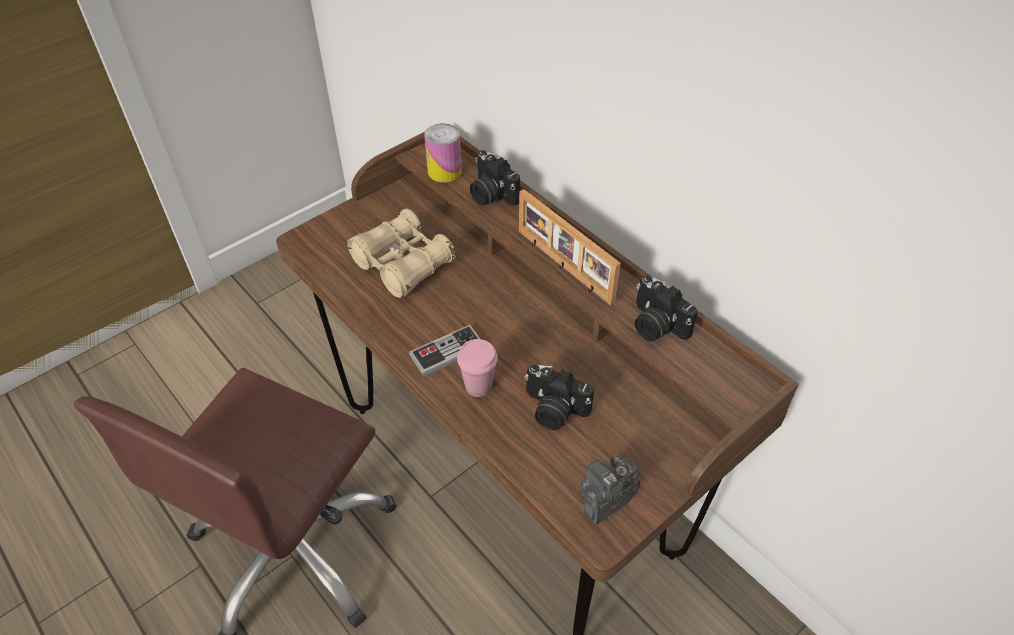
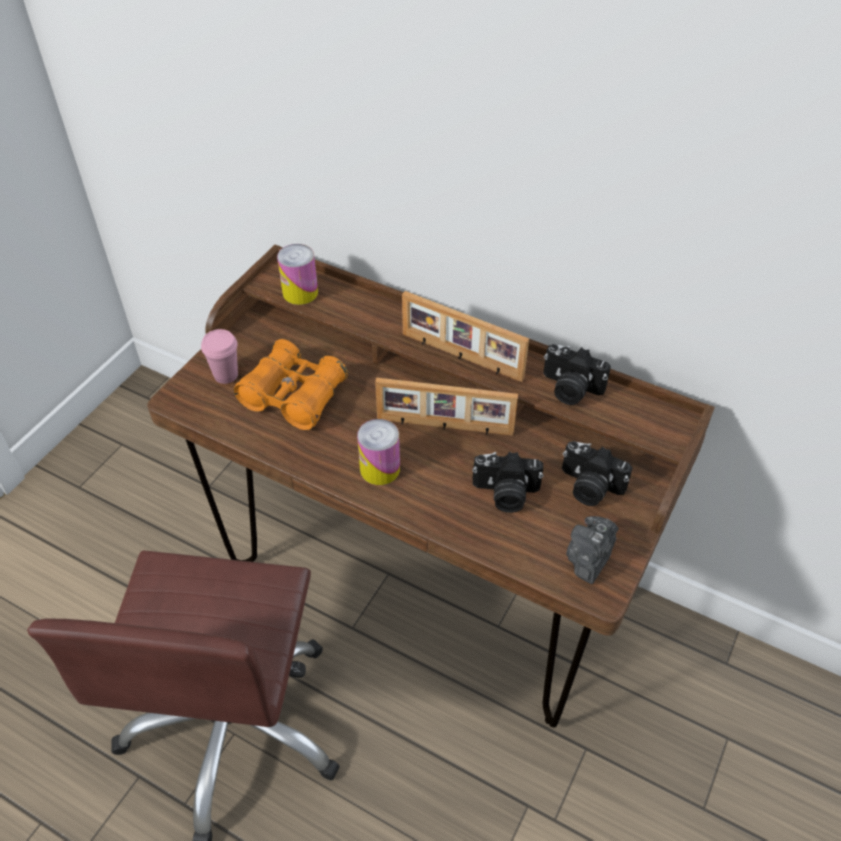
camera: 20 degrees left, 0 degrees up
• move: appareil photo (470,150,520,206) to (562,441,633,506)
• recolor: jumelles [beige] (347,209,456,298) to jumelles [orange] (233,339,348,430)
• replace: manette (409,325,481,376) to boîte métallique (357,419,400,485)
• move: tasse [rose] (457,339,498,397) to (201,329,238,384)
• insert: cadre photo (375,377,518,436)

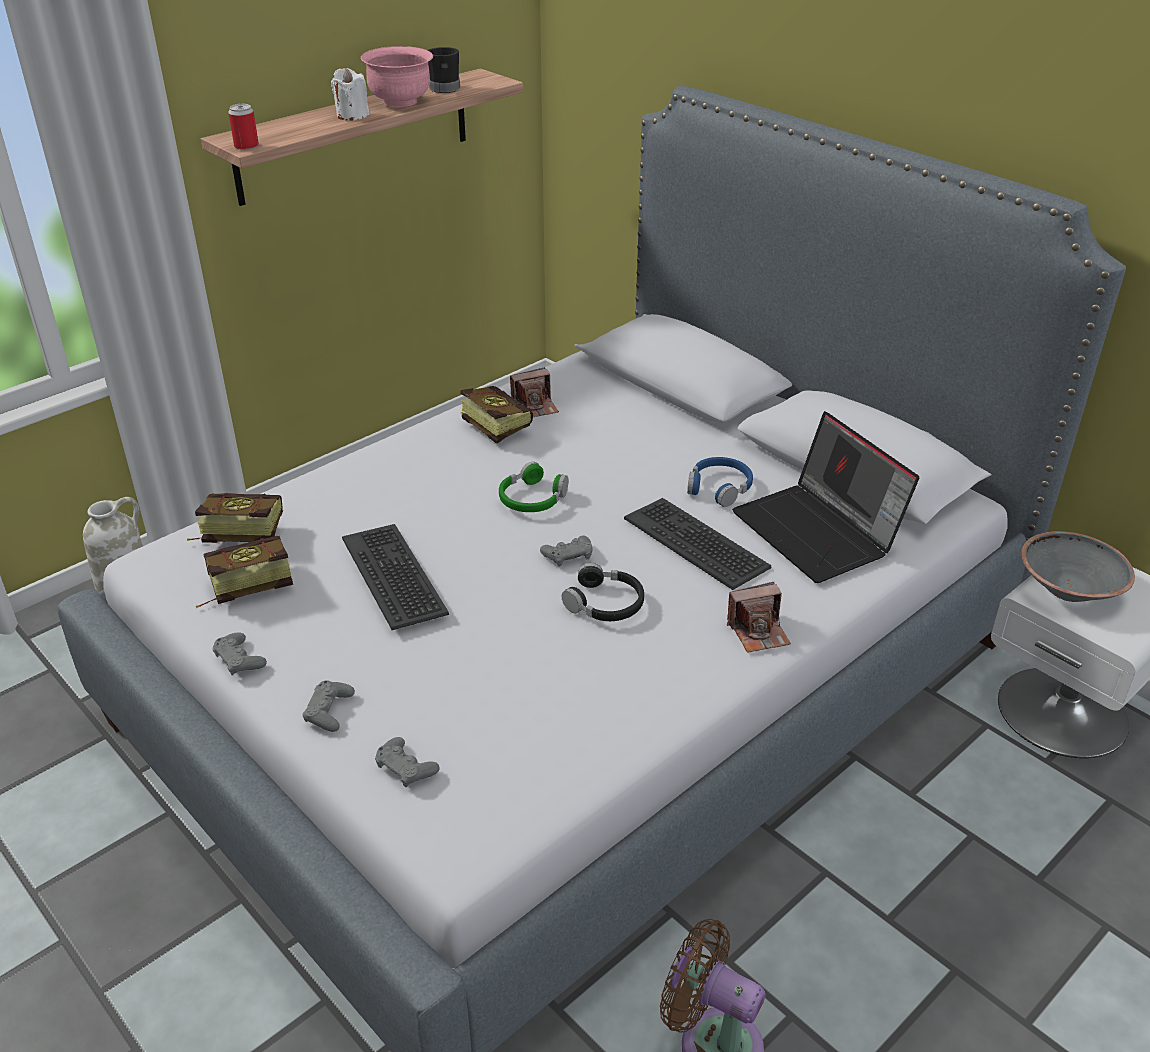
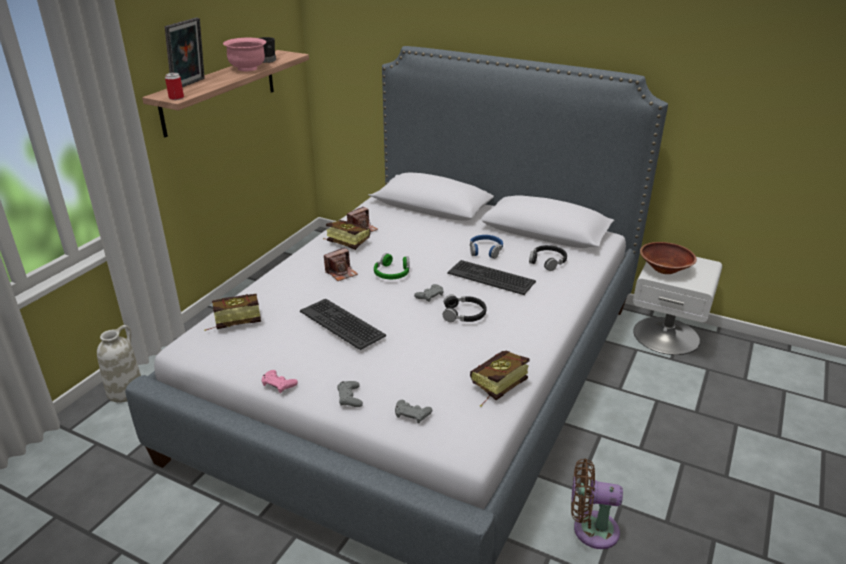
camera: 20 degrees left, 5 degrees down
• delete: bougie [blanc] (331,68,370,120)
• replace: ordinateur portable (732,411,919,583) to casque audio [noir] (529,245,567,271)
• recolor: bol [gris] (1021,531,1135,602) to bol [marron] (640,242,697,274)
• move: livre (196,536,293,608) to (470,350,530,407)
• move: appareil photo (727,582,791,653) to (324,248,358,281)
• recolor: manette [gris] (212,632,267,675) to manette [rose] (262,370,298,393)
• insert: cadre photo (165,17,205,87)

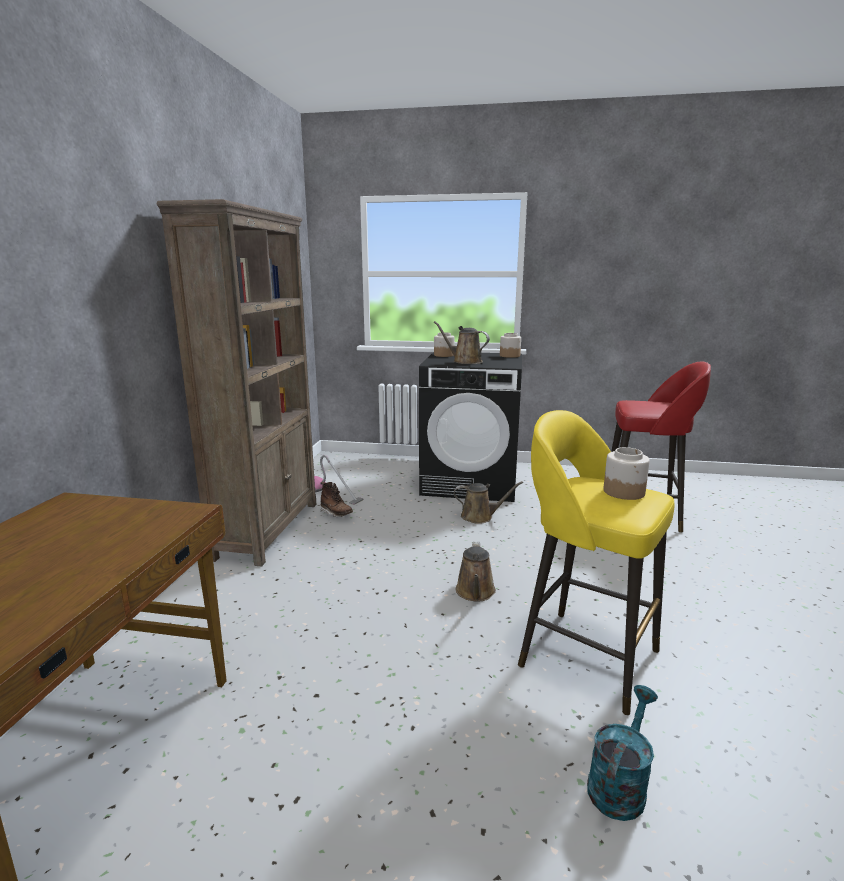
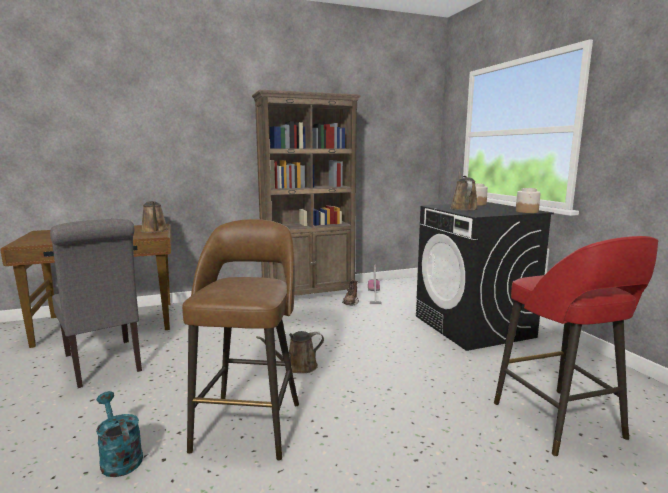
camera: 60 degrees right, 5 degrees down
• recolor: tabouret [jaune] (518,410,674,715) to tabouret [marron] (182,219,299,461)
• delete: bocal (604,447,650,500)
• move: arrosoir [marron] (454,481,523,524) to (141,201,168,233)
• rotate: arrosoir [turquoise] (587,685,658,821) = (96,391,143,477) 135 degrees counterclockwise
• insert: chaise [gris] (50,219,142,388)

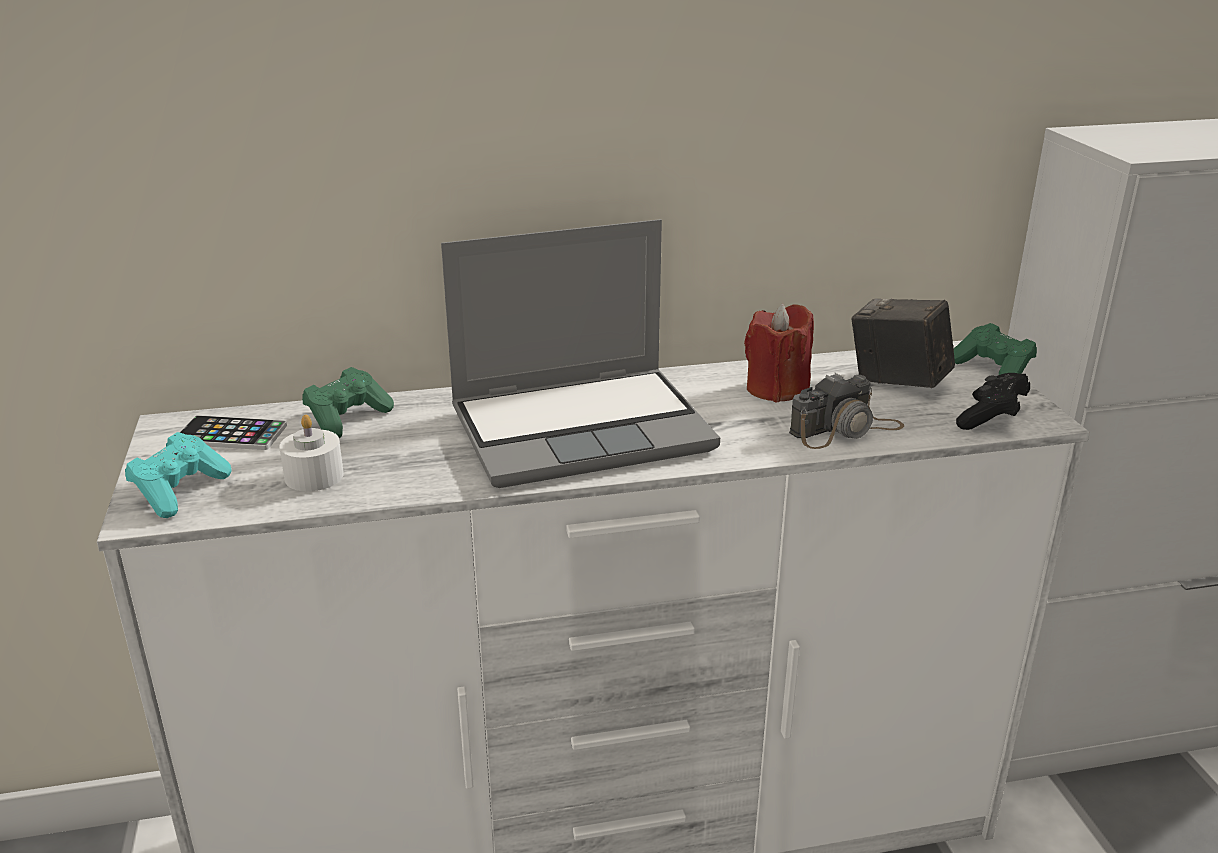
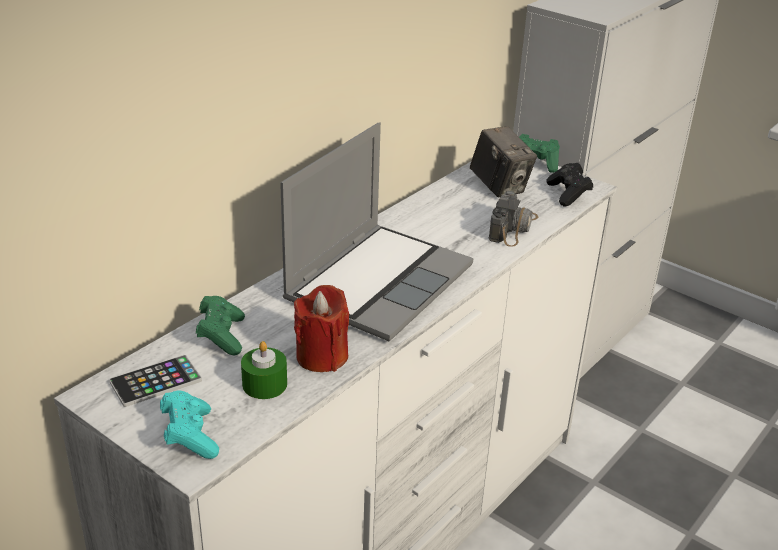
camera: 40 degrees left, 5 degrees up
• rotate: appareil photo (852,298,955,388) = (470,126,537,198) 120 degrees counterclockwise
• move: bougie [rouge] (744,304,814,403) to (294,285,349,372)
• recolor: bougie [blanc] (279,415,344,491) to bougie [vert] (241,341,287,399)

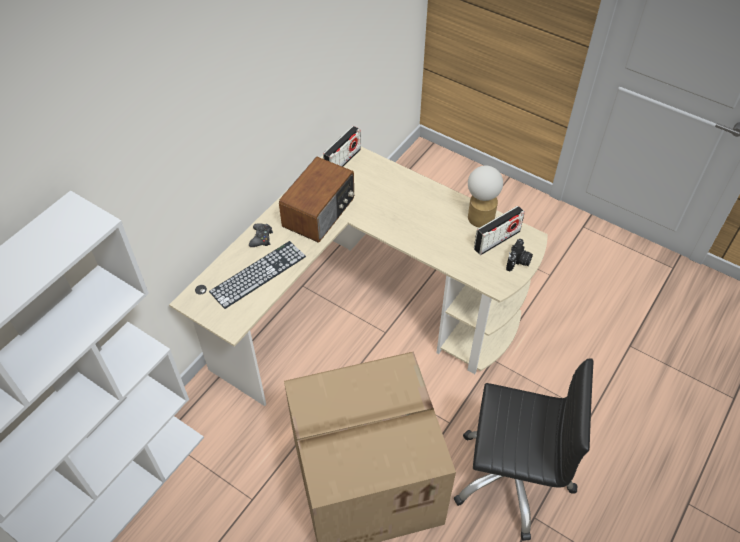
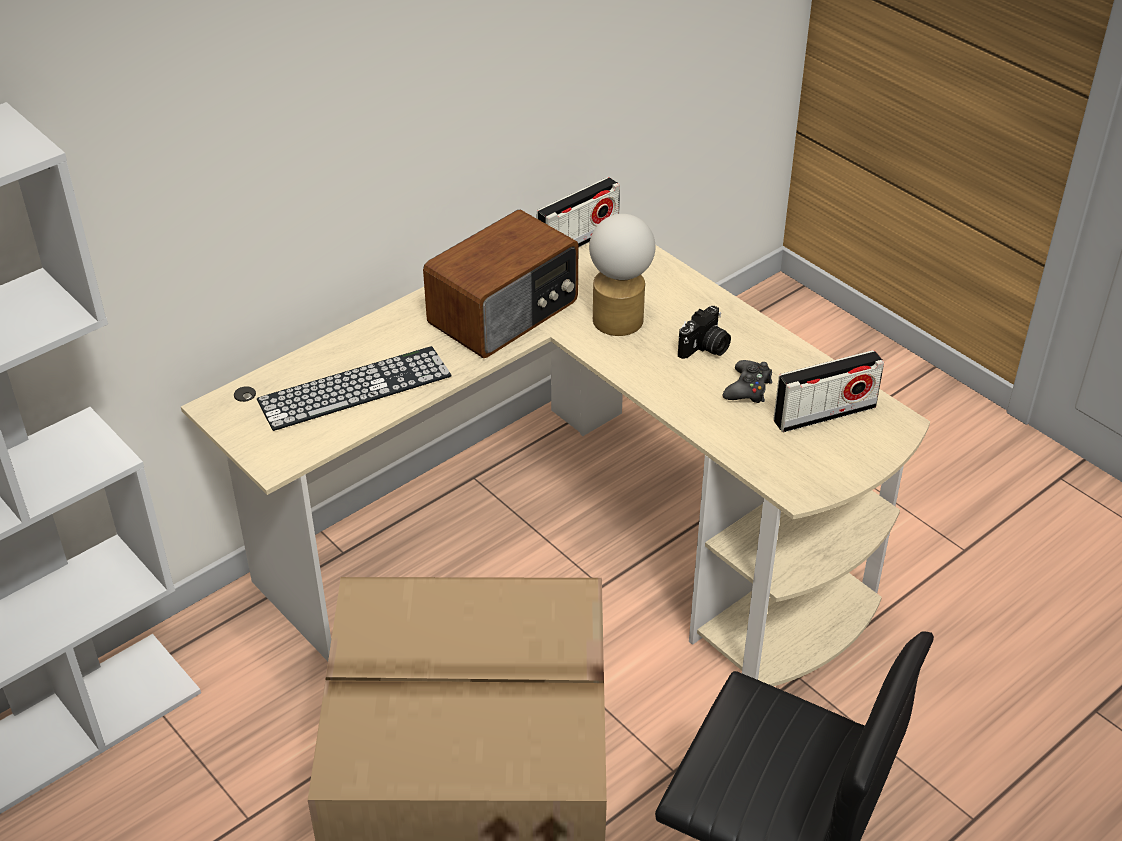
camera: 15 degrees right, 10 degrees down
• move: lampe de table (468,166,503,228) to (589,214,655,336)
• move: manette [noir] (249,223,273,247) to (723,360,772,403)
• move: appareil photo (506,239,533,272) to (678,306,731,359)

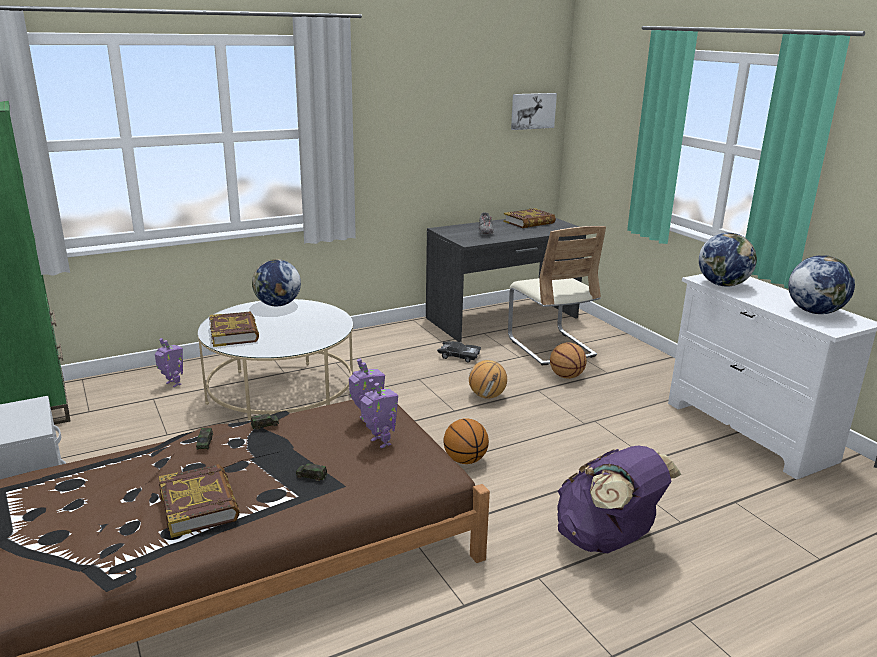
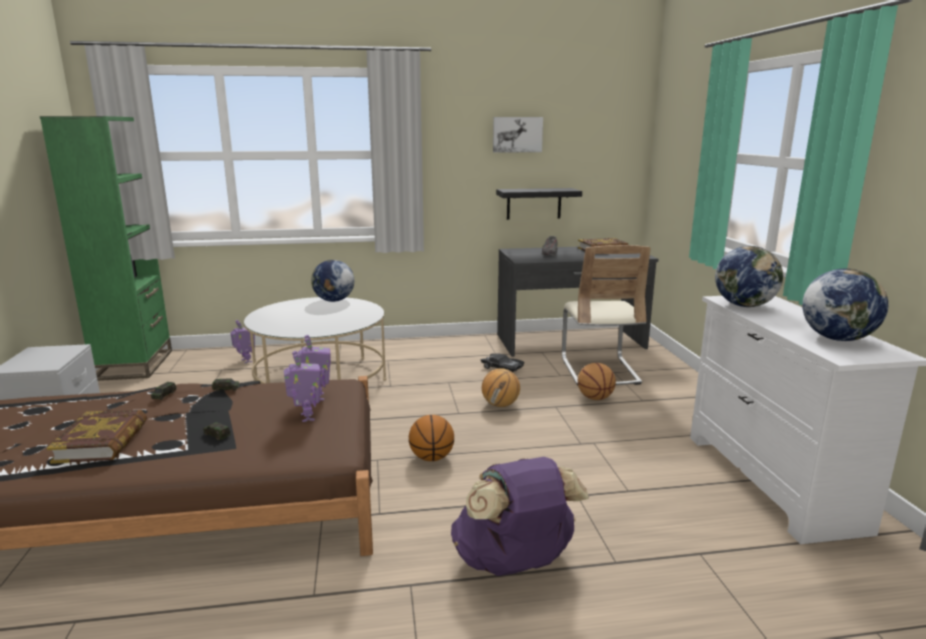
camera: 20 degrees right, 5 degrees down
• move: tableau (511,93,557,130) to (493,117,543,153)
• delete: livre (209,312,259,347)
• insert: étagère [noir] (496,188,582,220)

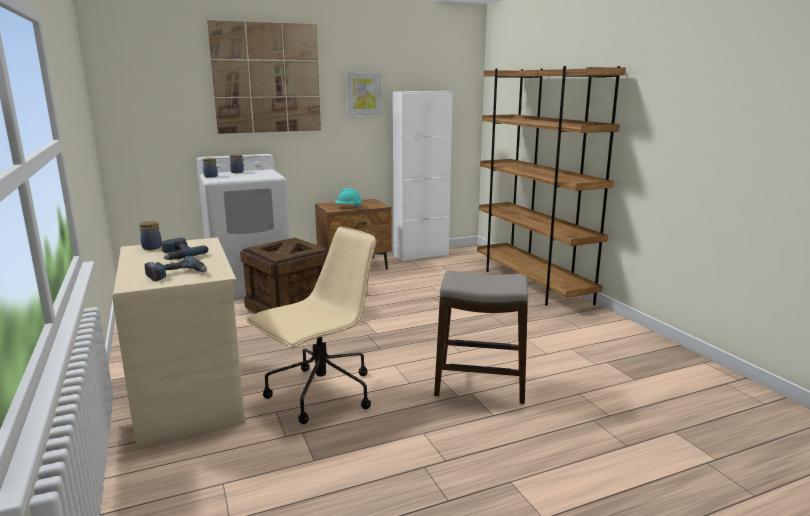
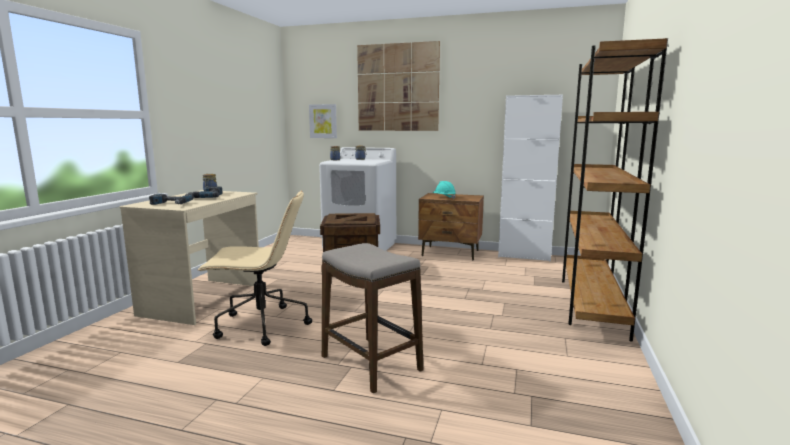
camera: 40 degrees right, 5 degrees down
• move: tableau (346,73,381,115) to (309,104,337,138)

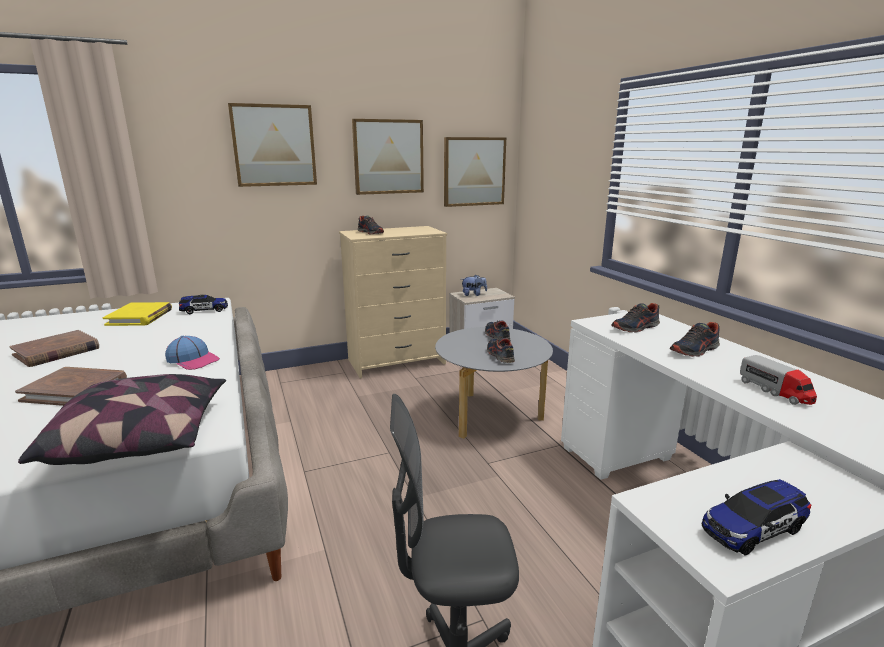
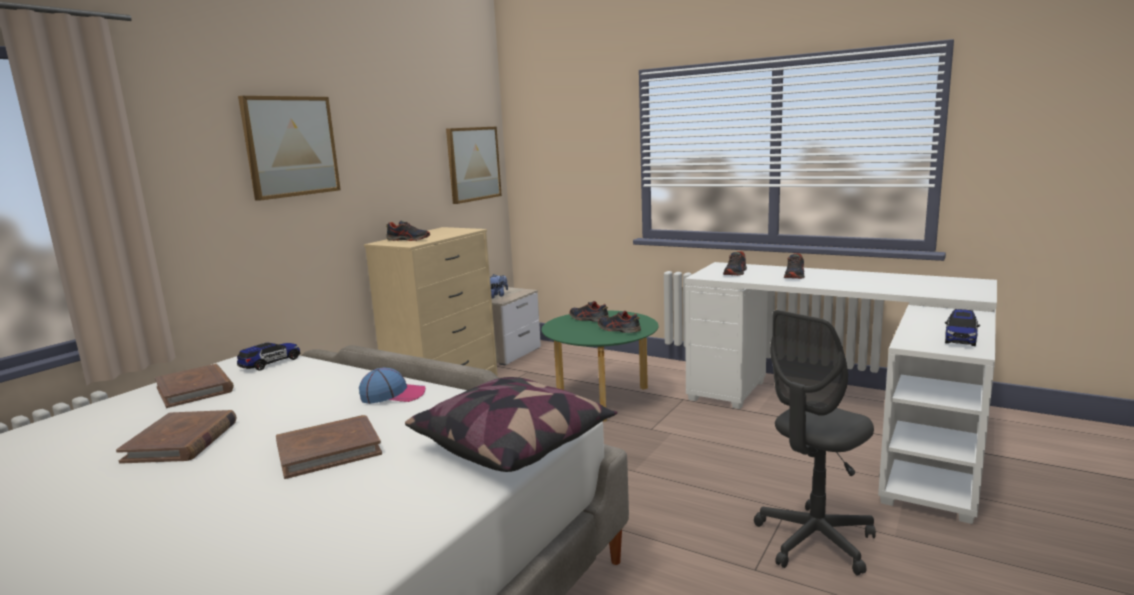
camera: 35 degrees left, 5 degrees down
• delete: tableau (352,119,424,195)
• recolor: livre [jaune] (103,302,172,326) to livre [marron] (155,364,234,408)
• recolor: table basse [gris] (435,327,553,439) to table basse [vert] (542,310,658,422)
• delete: camion jouet (740,355,817,405)

